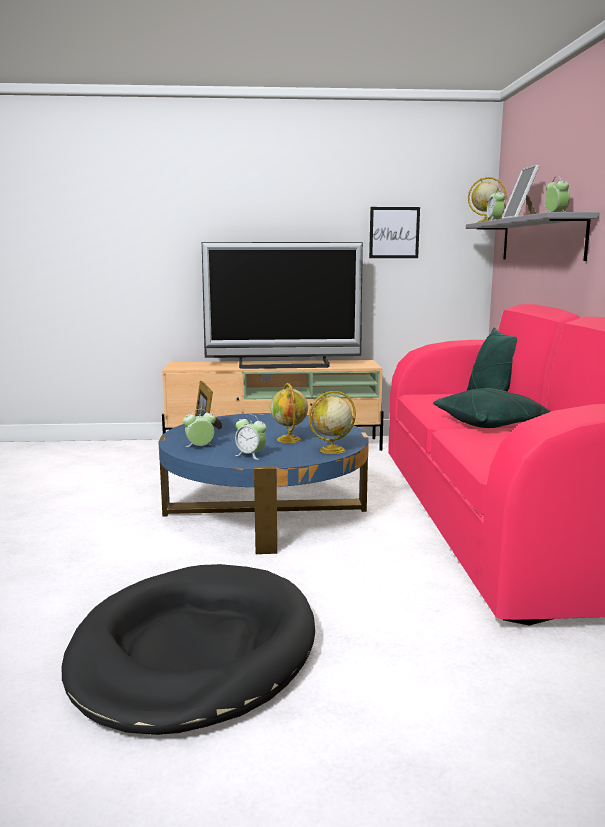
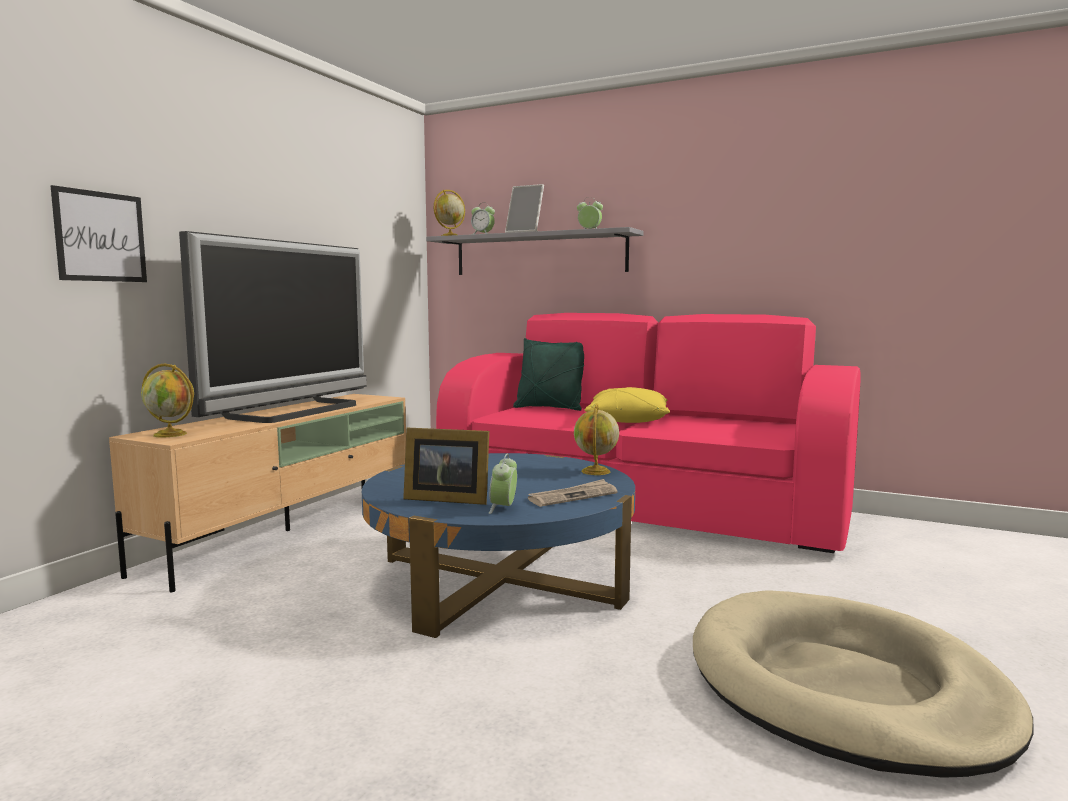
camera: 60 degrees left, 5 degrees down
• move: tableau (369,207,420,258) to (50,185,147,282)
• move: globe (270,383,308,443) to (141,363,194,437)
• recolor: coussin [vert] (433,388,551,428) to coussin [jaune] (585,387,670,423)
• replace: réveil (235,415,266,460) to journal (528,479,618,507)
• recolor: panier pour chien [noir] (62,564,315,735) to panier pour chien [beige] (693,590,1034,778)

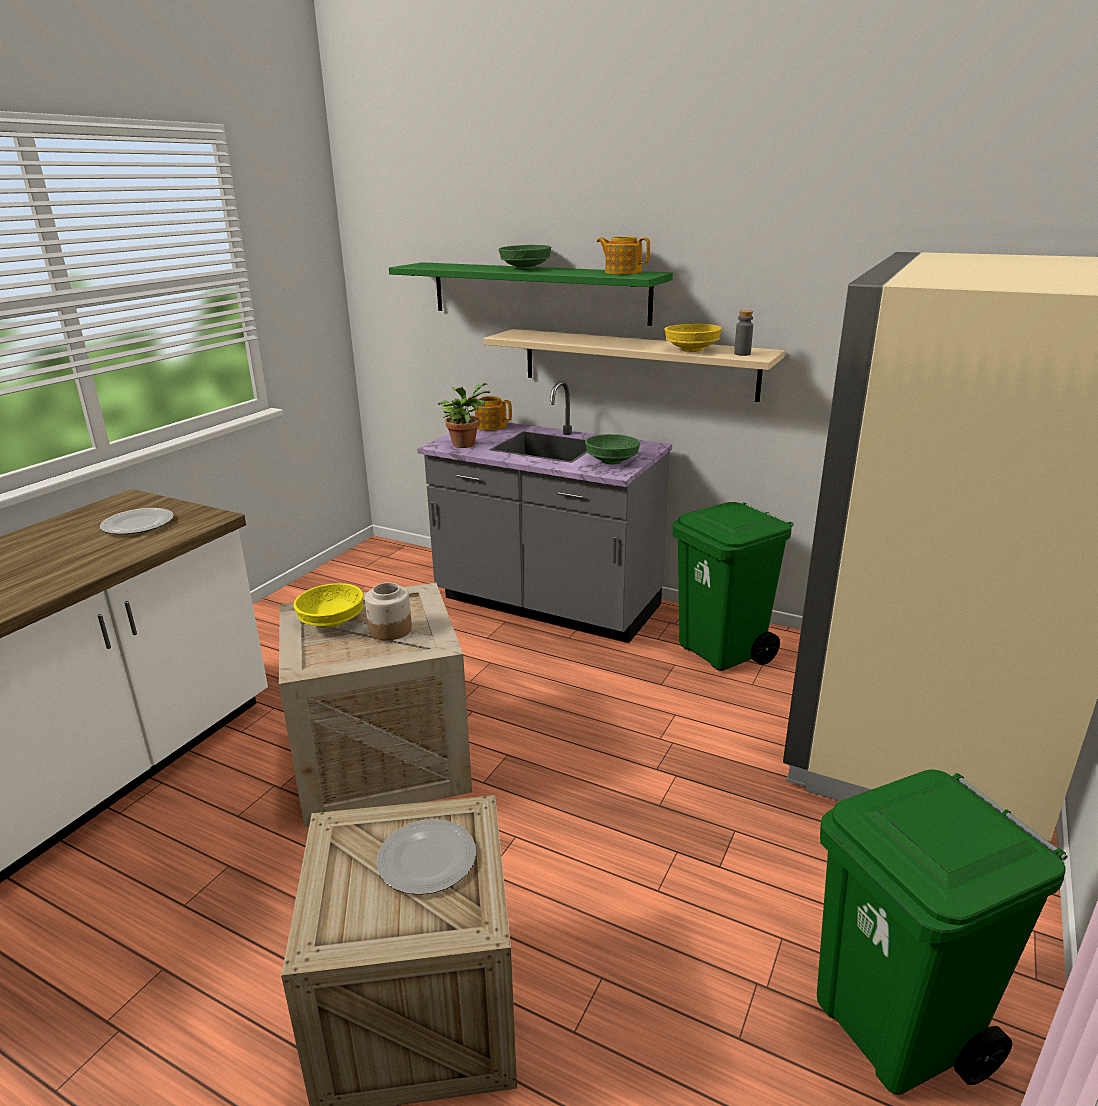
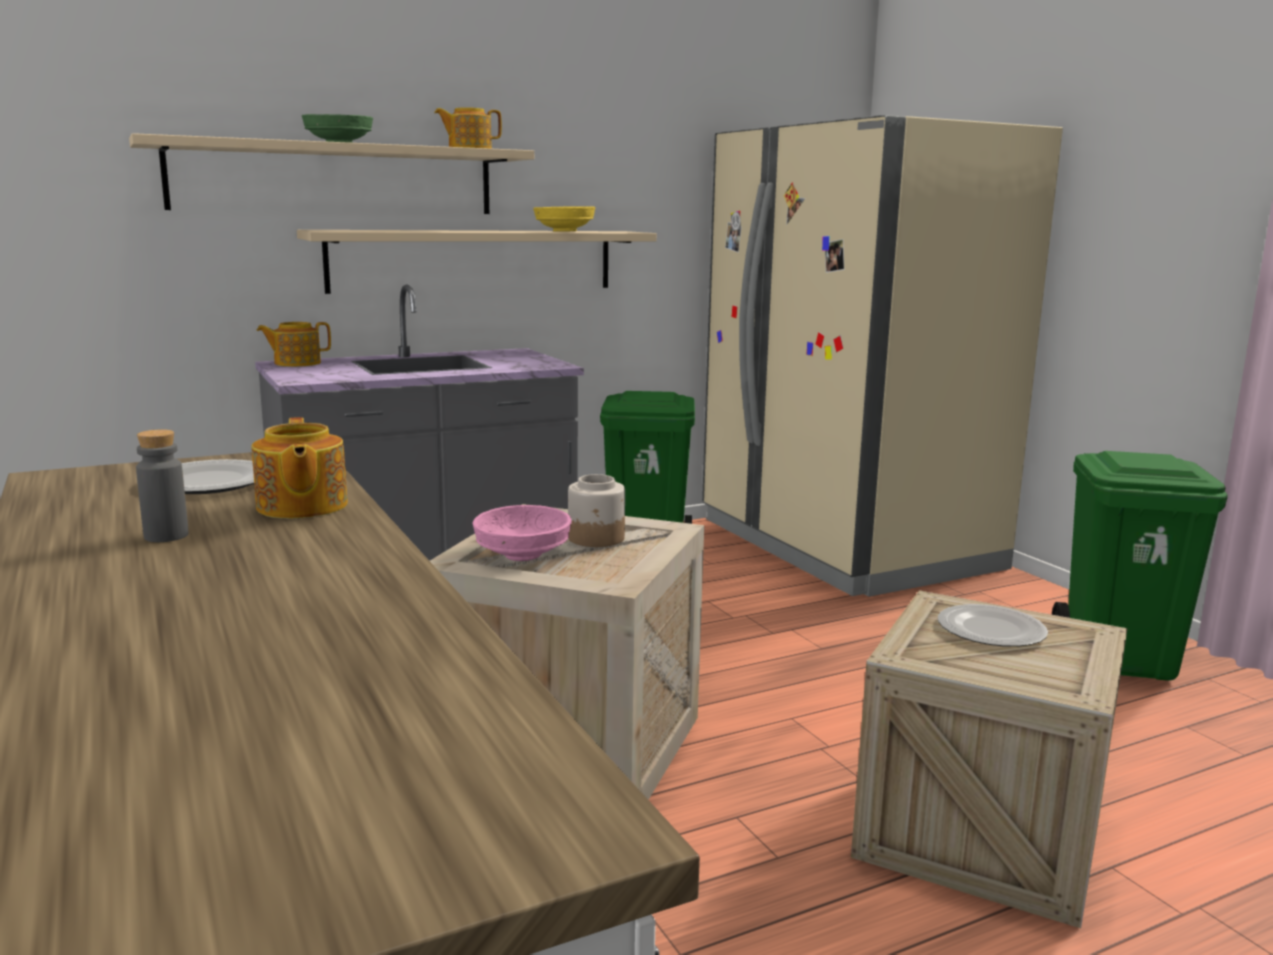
camera: 55 degrees left, 10 degrees down
• recolor: étagère [vert] (389,262,673,326) to étagère [beige] (129,133,534,214)
• move: bouteille [gris] (734,310,753,356) to (136,429,189,542)
• delete: plante en pot (438,383,490,448)
• delete: bol [vert] (585,434,640,465)
• recolor: bol [jaune] (293,583,364,628) to bol [rose] (472,505,572,561)
• insert: théière (251,417,348,519)

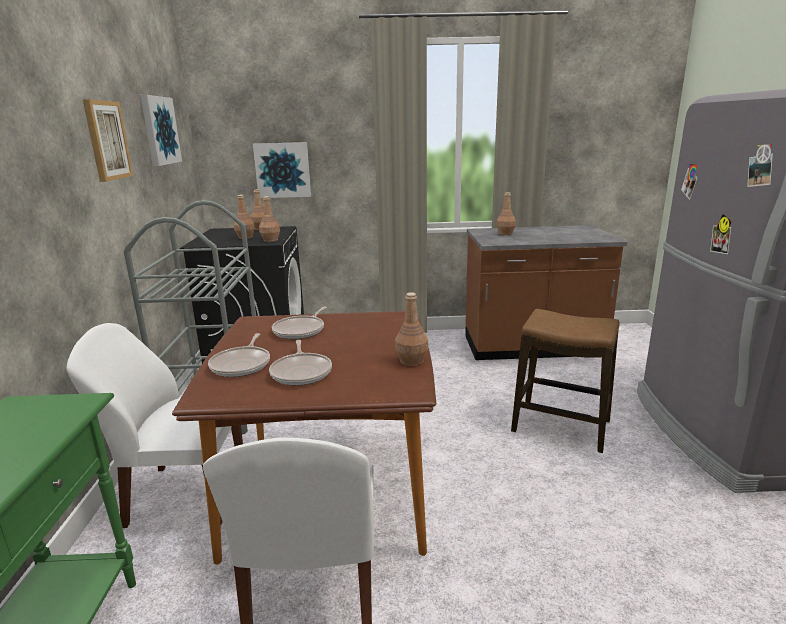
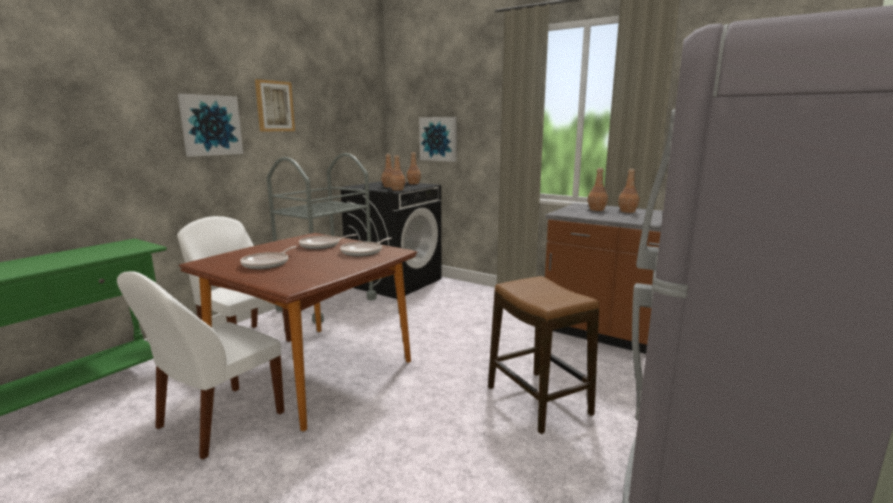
camera: 35 degrees right, 5 degrees down
• move: tableau (141,95,182,166) to (178,94,243,157)
• move: bouteille [marron] (395,292,429,366) to (618,169,639,213)
• move: poêle (208,333,270,377) to (340,238,392,257)

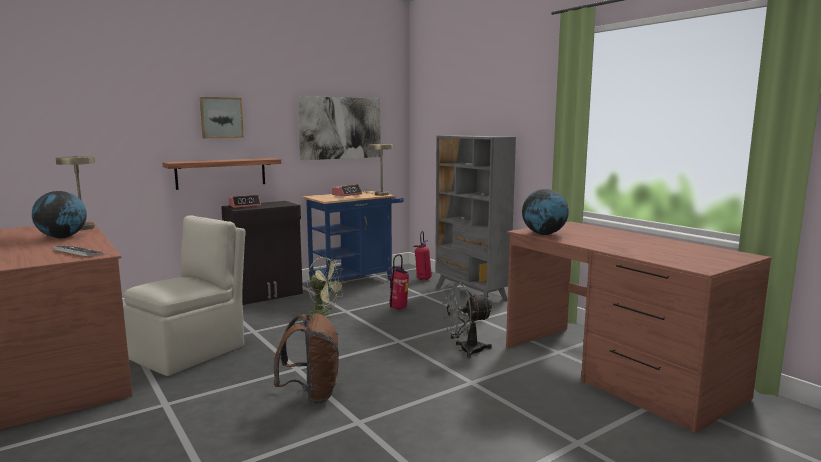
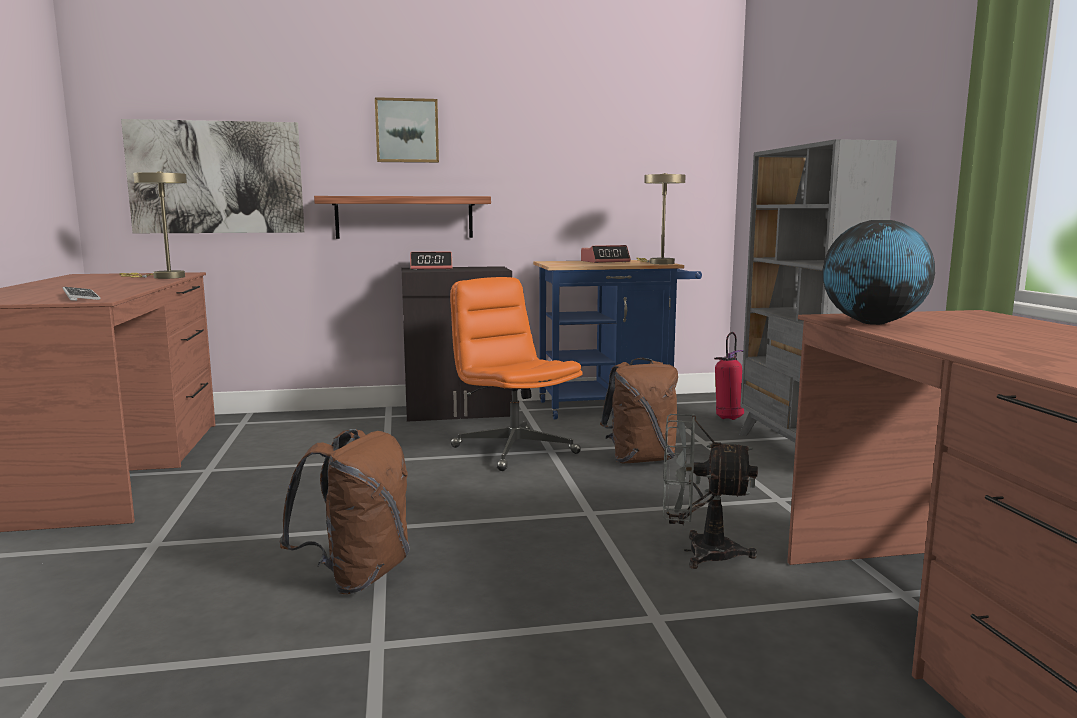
camera: 25 degrees right, 0 degrees up
• move: tableau (298,96,381,160) to (121,119,304,233)
• delete: globe (32,191,87,238)
• delete: chaise [beige] (123,215,246,376)
• replace: extincteur (388,254,409,310) to sac à dos [marron] (600,358,678,463)
• replace: ventilateur [vert] (307,257,345,316) to chaise de bureau [orange] (450,277,583,471)

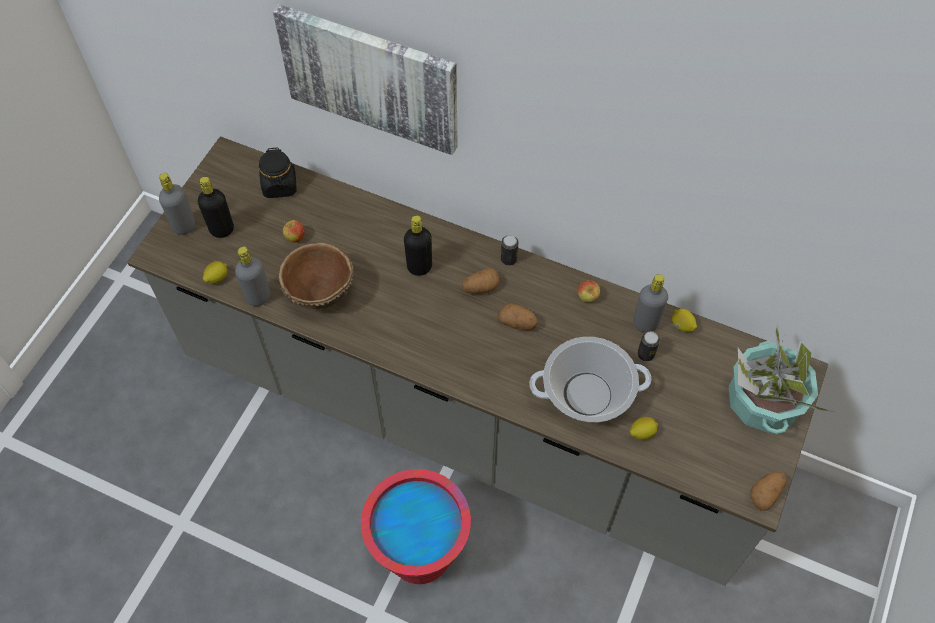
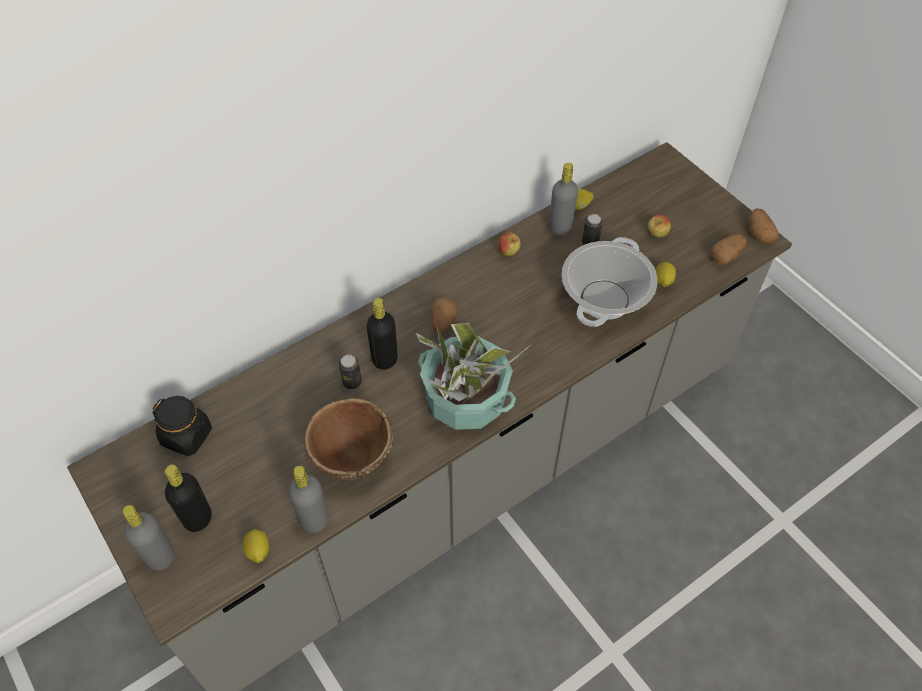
camera: 60 degrees left, 5 degrees down
• delete: tableau (273,4,458,155)
• move: pomme (283,220,305,243) to (648,215,671,238)
• move: boîte métallique (501,235,519,266) to (339,354,362,389)
• move: pomme de terre (498,303,537,330) to (712,234,747,265)
• move: plante en pot (729,323,834,434) to (415,323,529,430)
• delete: seau [rouge] (361,469,471,584)

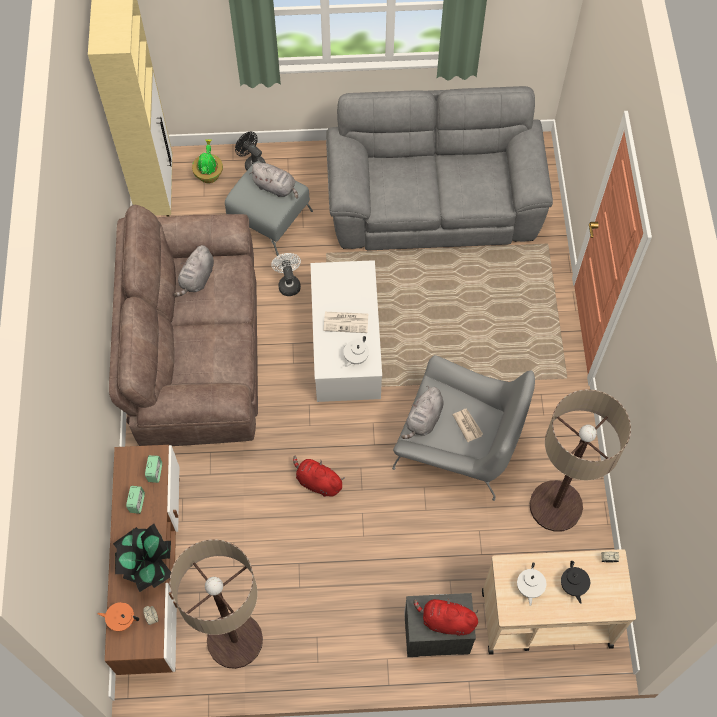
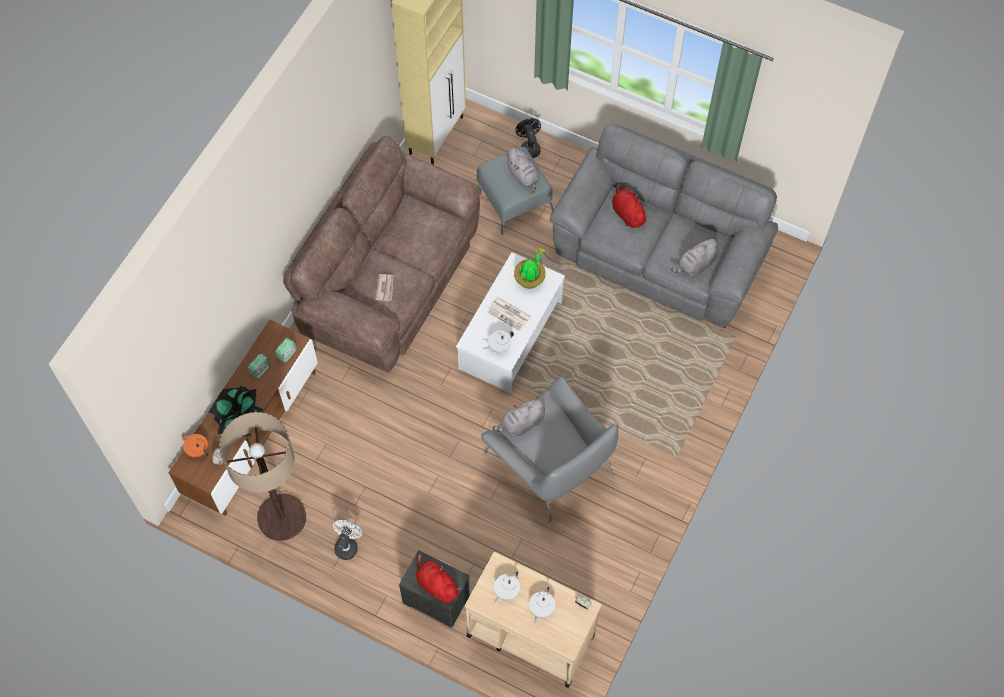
camera: 30 degrees right, 0 degrees up
• move: plante en pot (192,139,223,183) to (514,248,545,289)
• move: peluche [gris] (174,245,214,296) to (671,237,718,276)
• move: ventilateur [blanc] (271,253,301,296) to (333,520,362,560)
• delete: lampadaire (530,389,631,532)
• move: journal (453,409,483,442) to (375,274,394,301)
• move: peluche [rouge] (293,456,345,497) to (612,184,649,228)
• recolor: théière [noir] (561,561,590,604) to théière [blanc] (529,587,555,623)

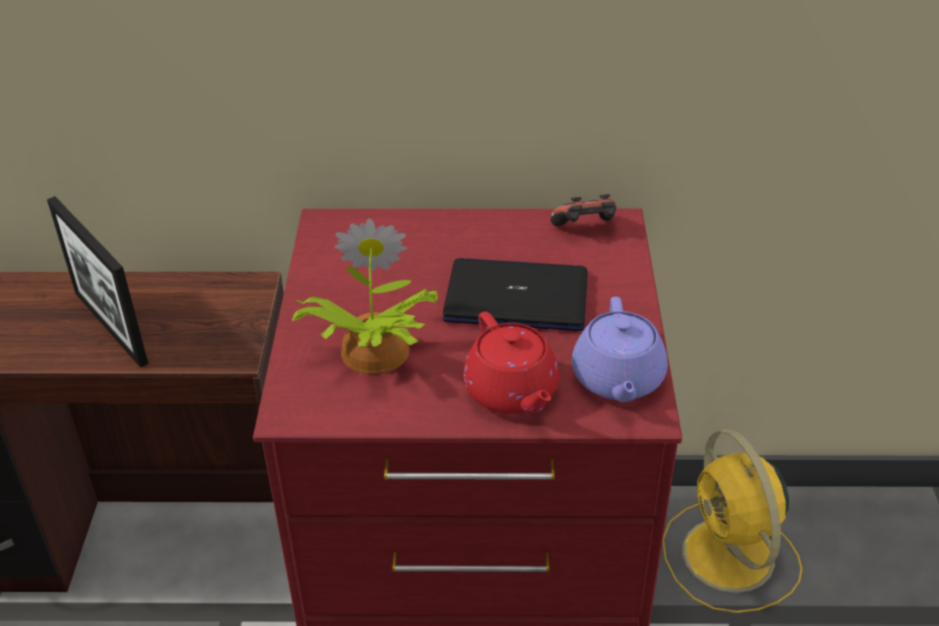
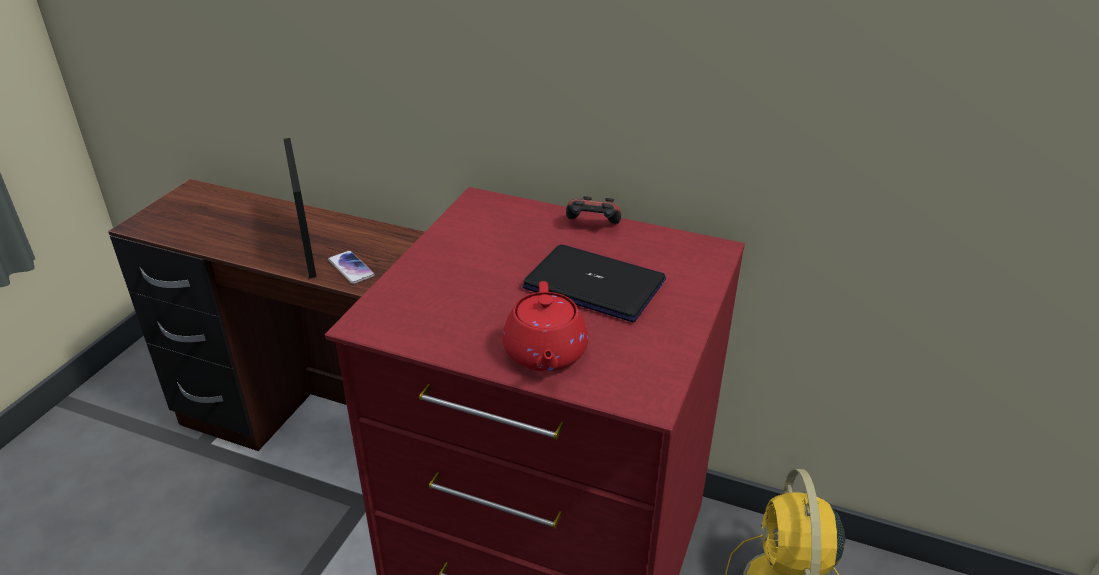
camera: 20 degrees right, 5 degrees down
• move: manette (550,194,616,226) to (566,196,621,224)
• delete: plante en pot (292,219,438,375)
• delete: théière [violet] (572,297,668,402)
• insert: téléphone (328,250,375,284)

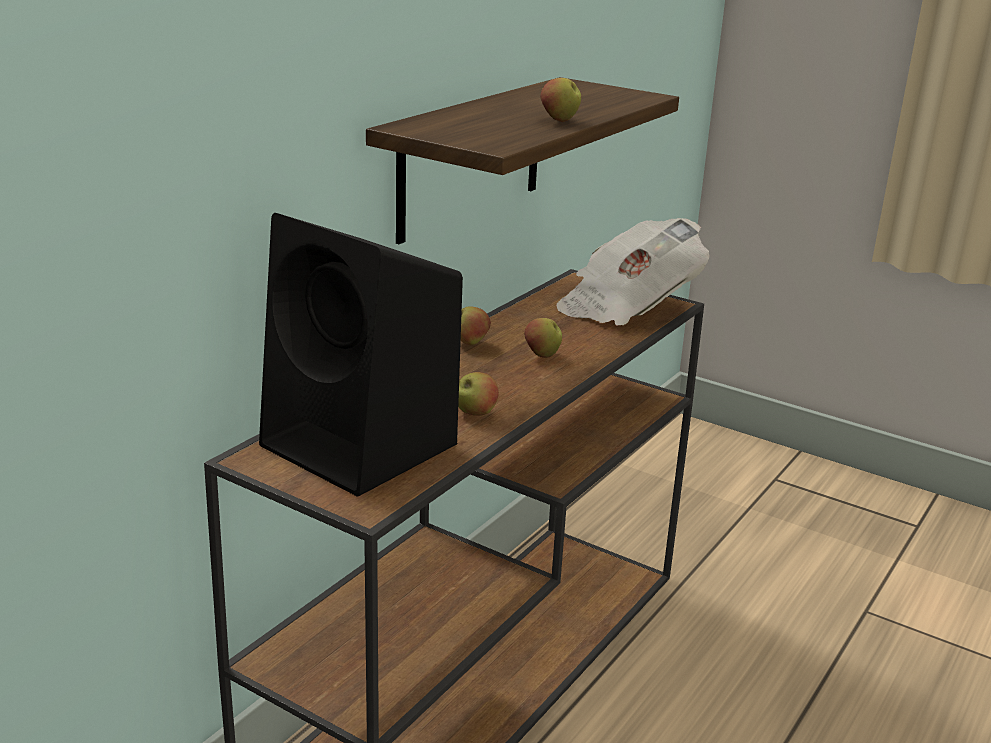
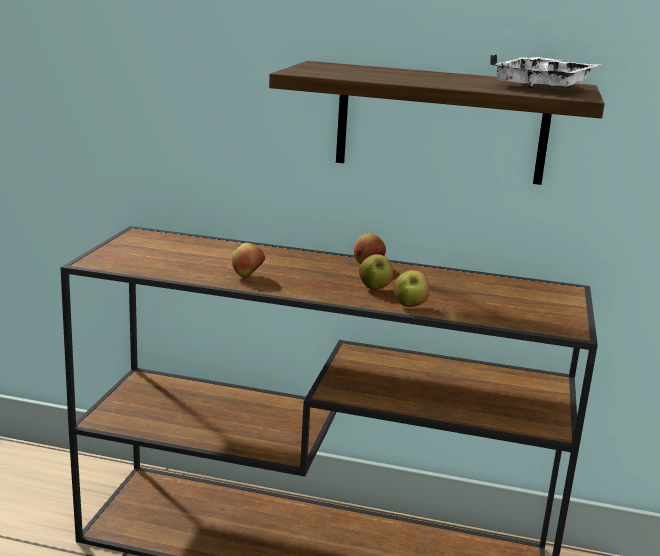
camera: 70 degrees right, 5 degrees down
• move: pomme (540,78,581,122) to (394,270,429,307)
• delete: enceinte [noir] (259,213,463,496)
• delete: journal (556,218,709,326)
• insert: plateau [blanc] (490,54,601,88)

